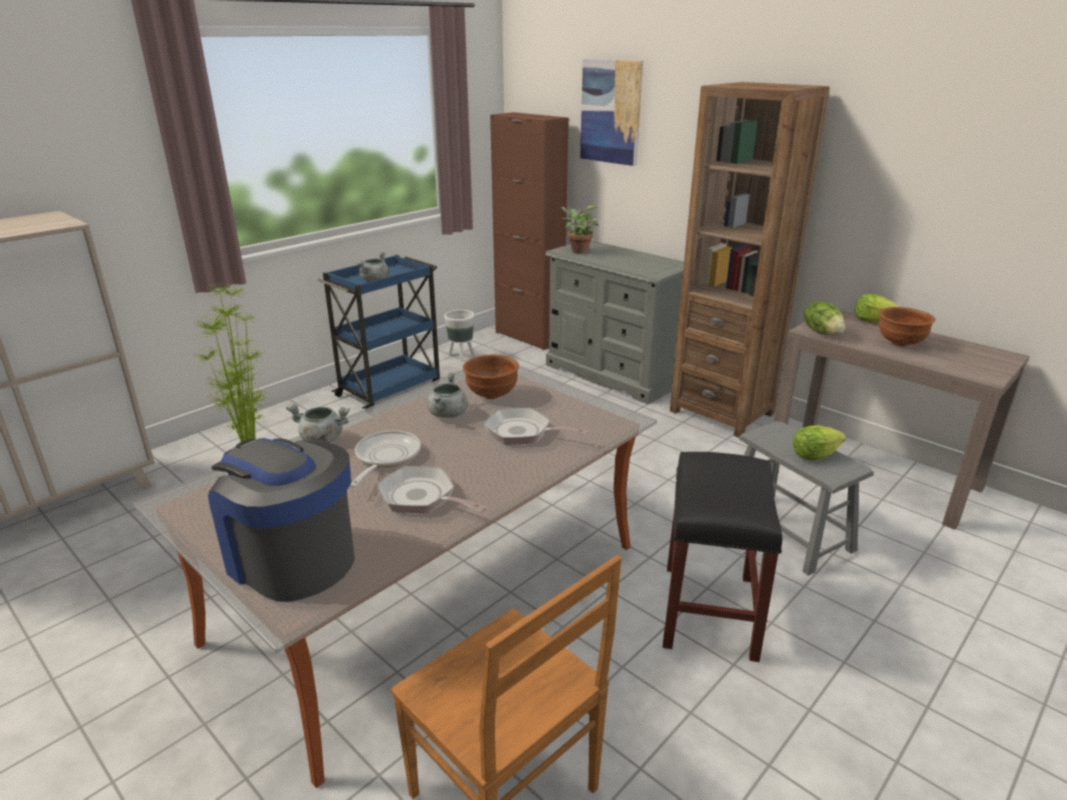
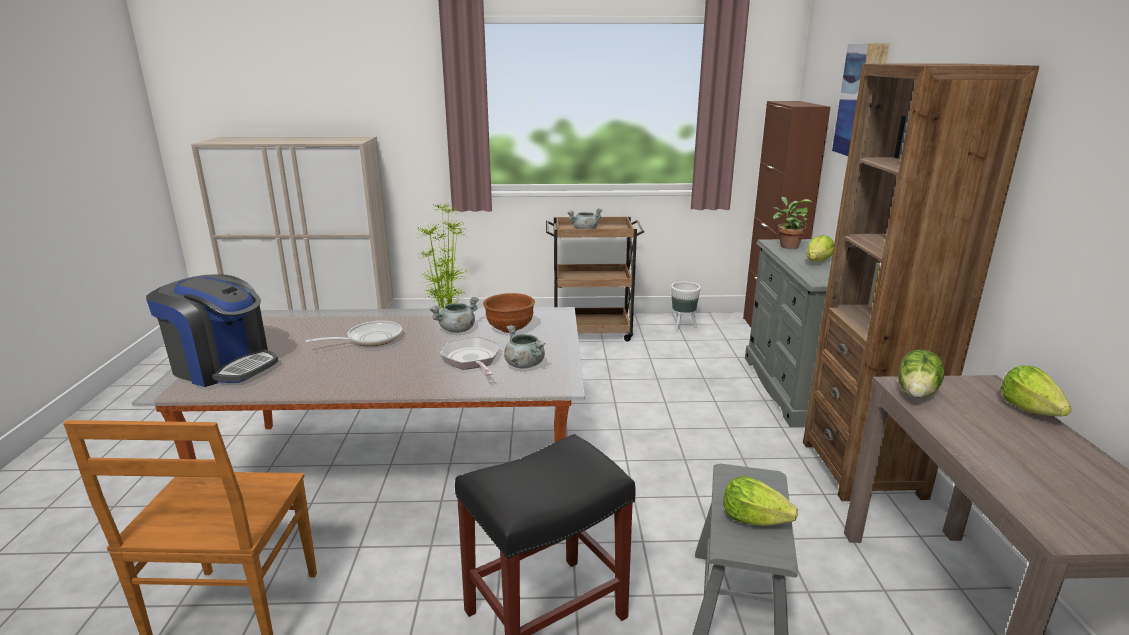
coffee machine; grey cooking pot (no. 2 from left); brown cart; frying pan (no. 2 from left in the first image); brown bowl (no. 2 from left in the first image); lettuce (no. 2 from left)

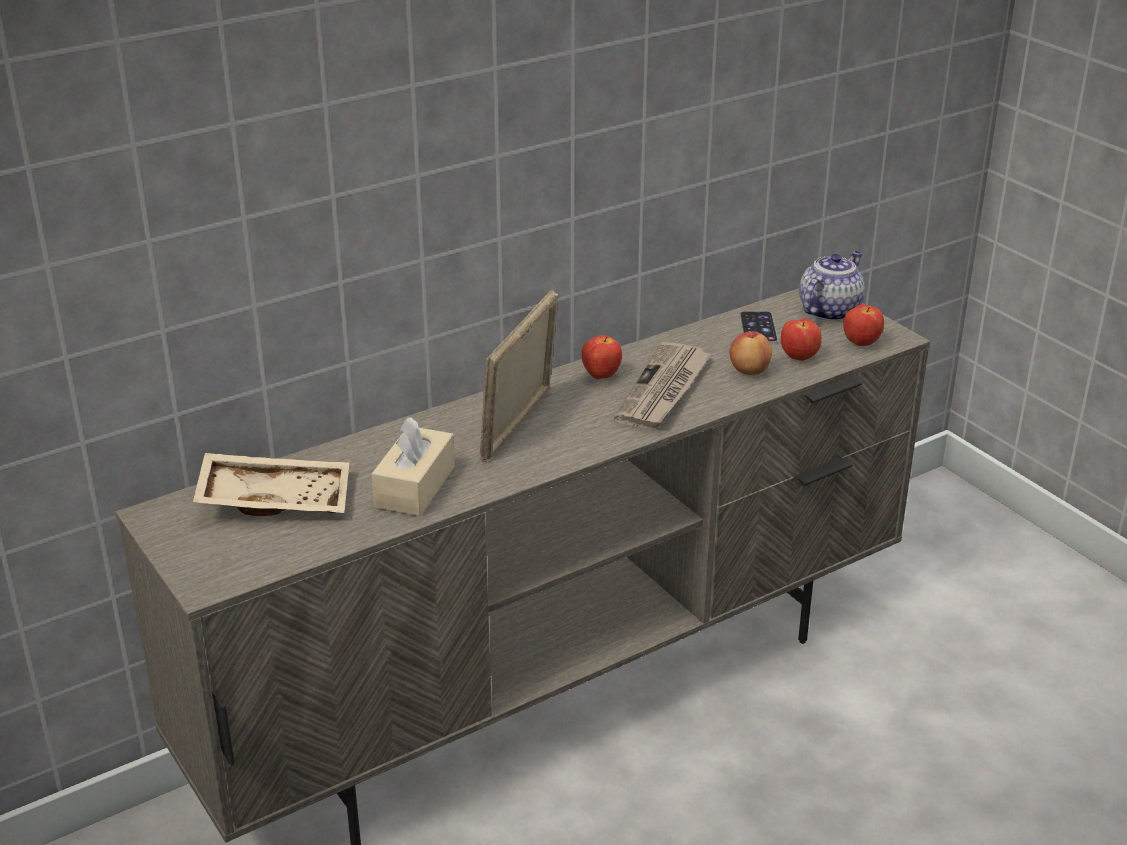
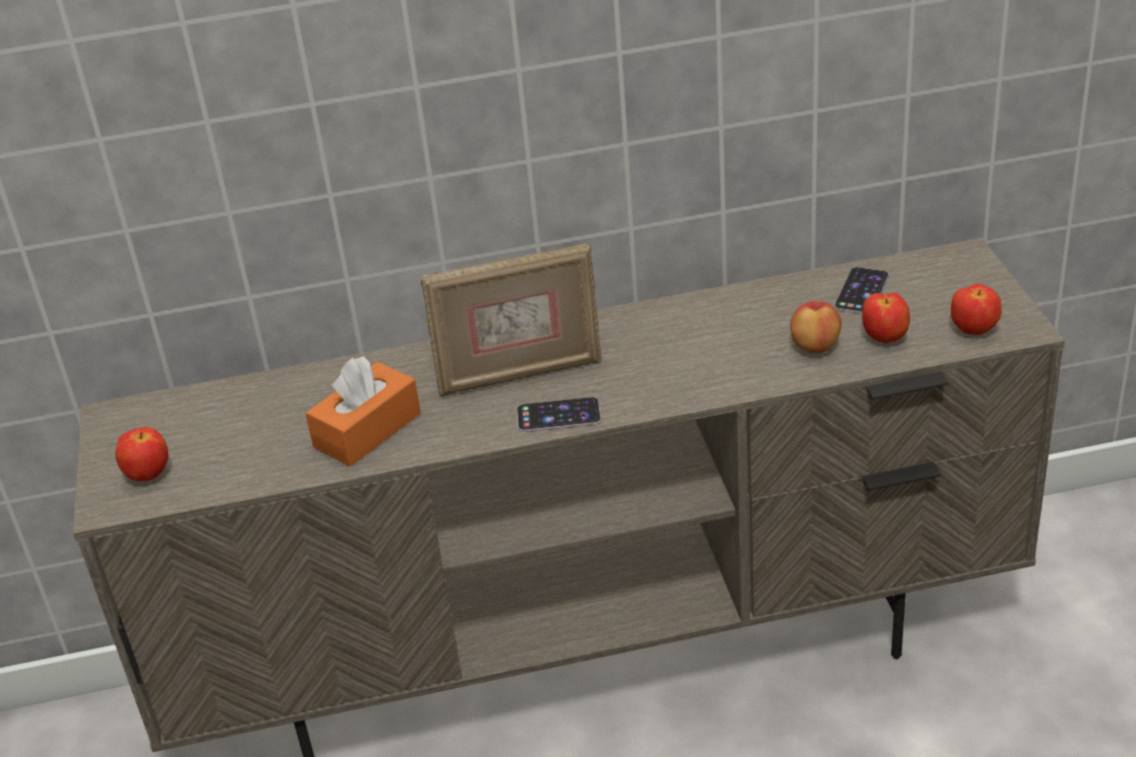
beige tray; orange tissue box; picture frame; apple (no. 1 from left); newspaper; teapot; phone (no. 1 from left)

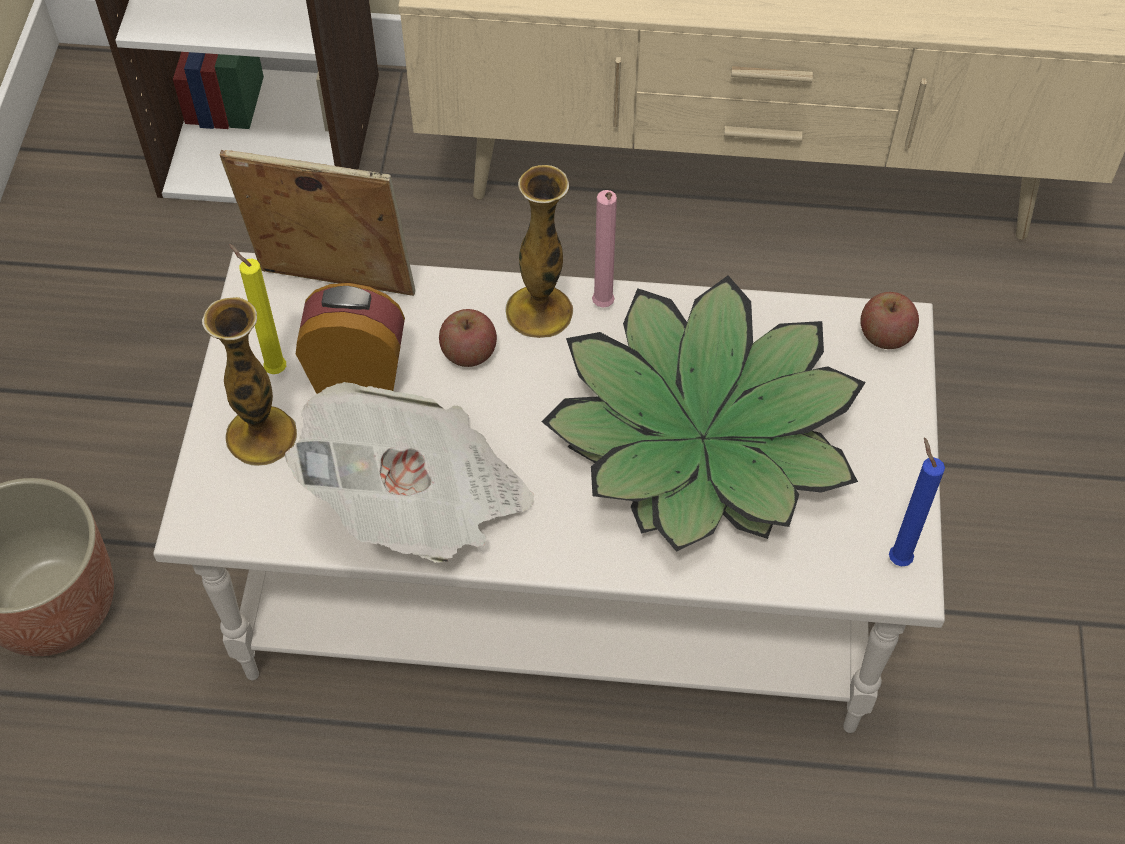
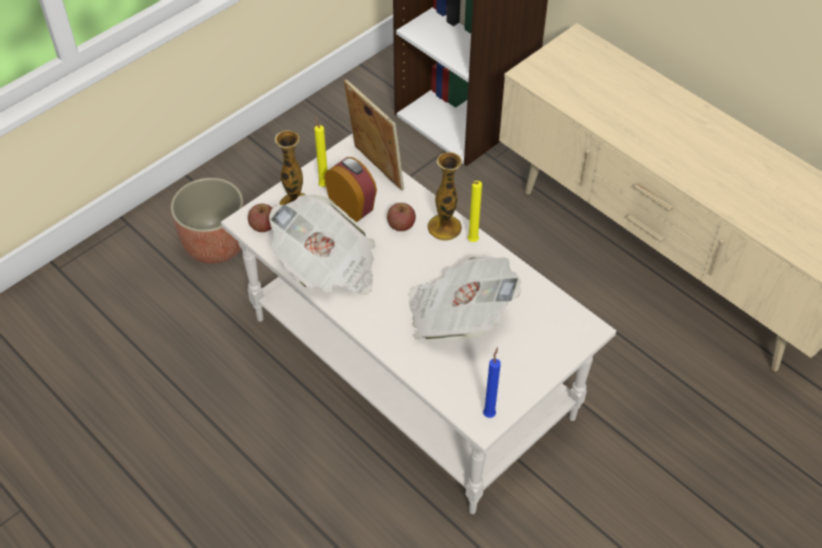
newspaper (no. 2 from left); yellow candle (no. 2 from left); apple (no. 1 from left)

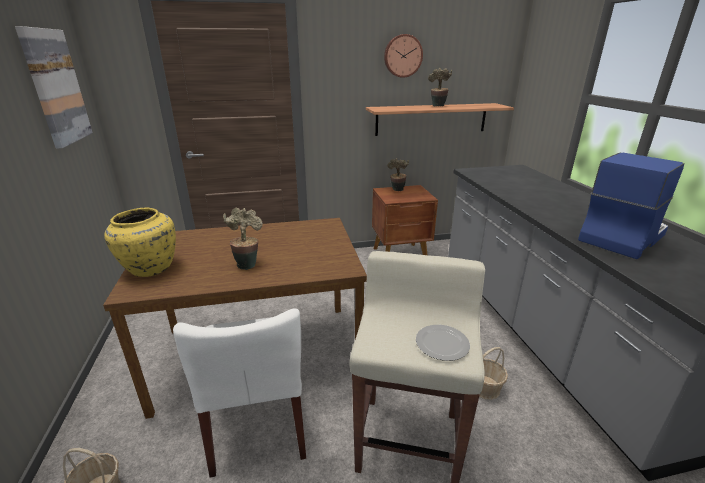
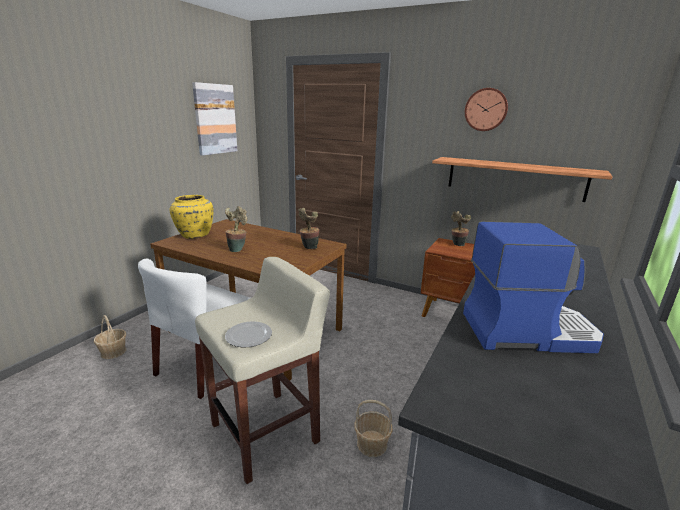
potted plant (no. 2 from left)

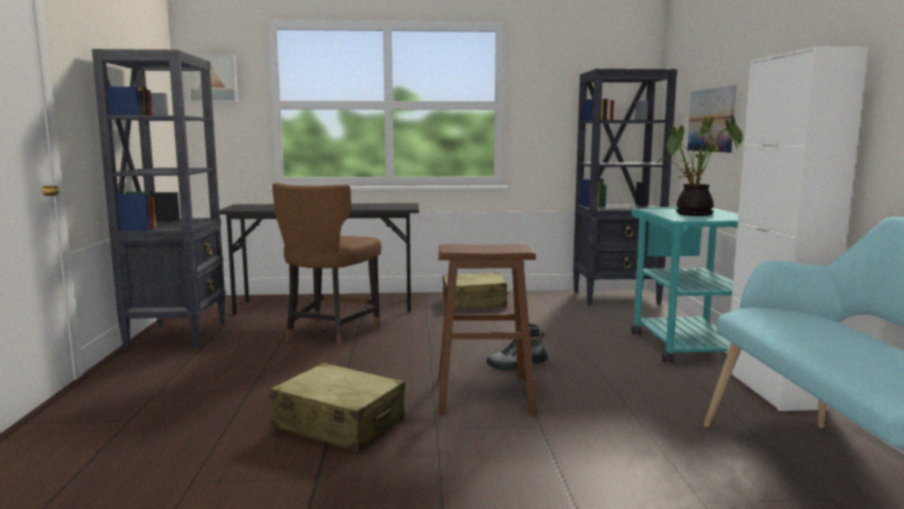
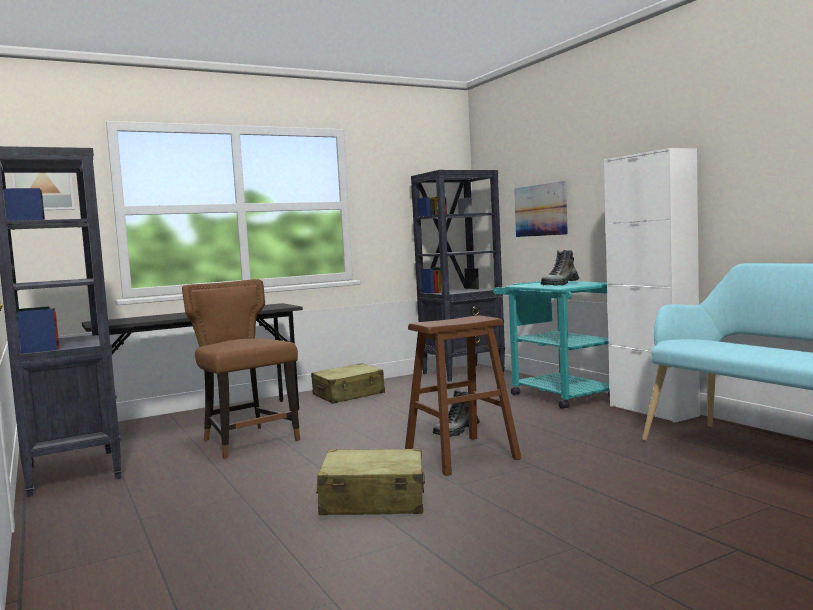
brown chair; boot (no. 2 from left)

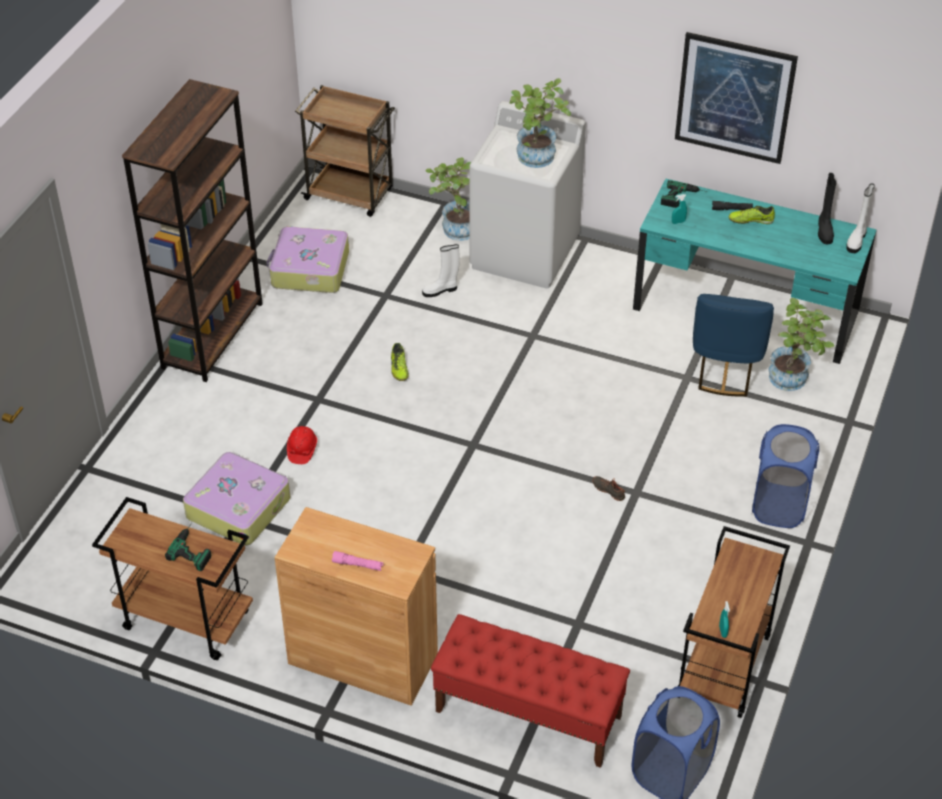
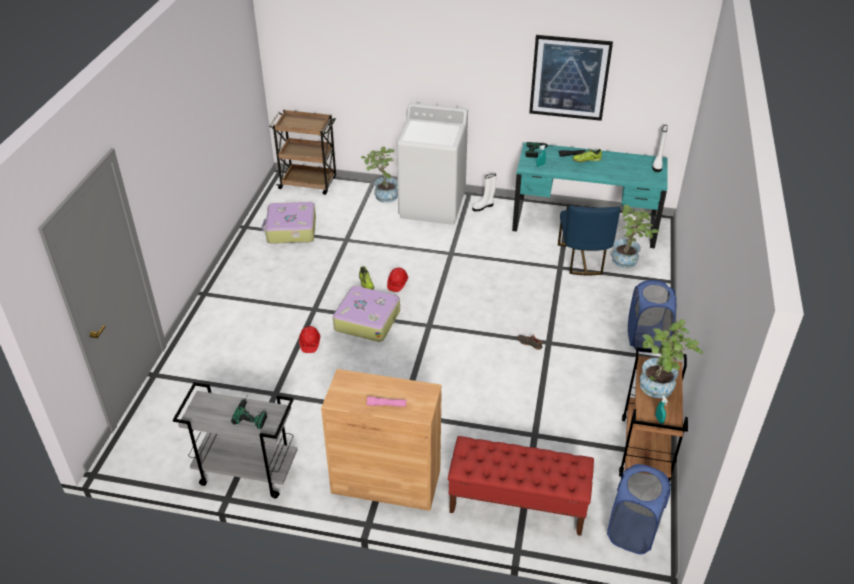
grey cart; brown bookcase; suitcase (no. 2 from left); white boot (no. 1 from left); potted plant (no. 3 from left); black boot; red hard hat (no. 2 from left)

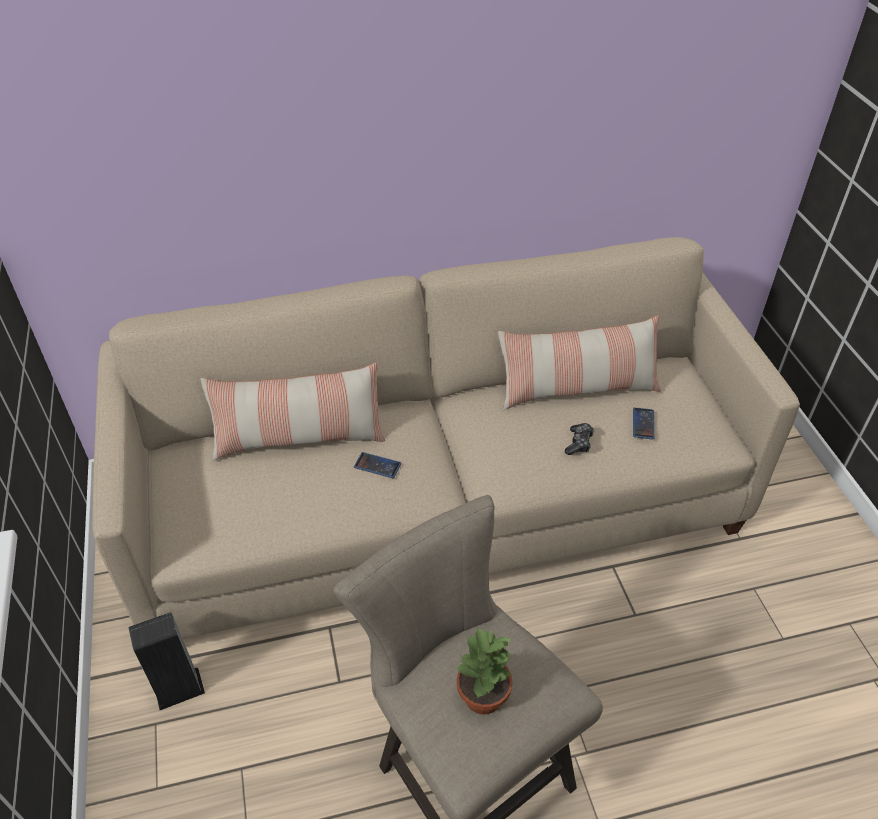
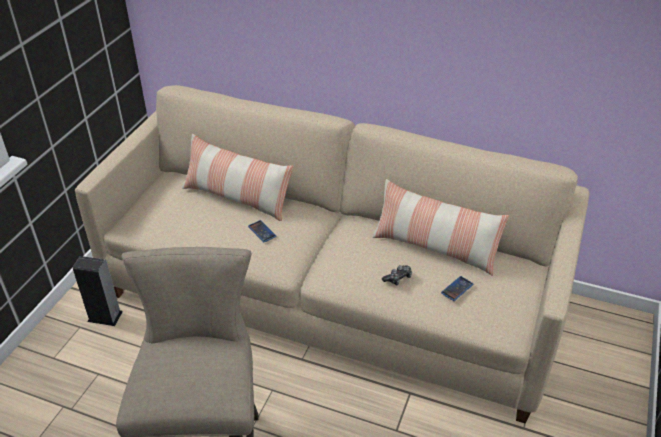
potted plant

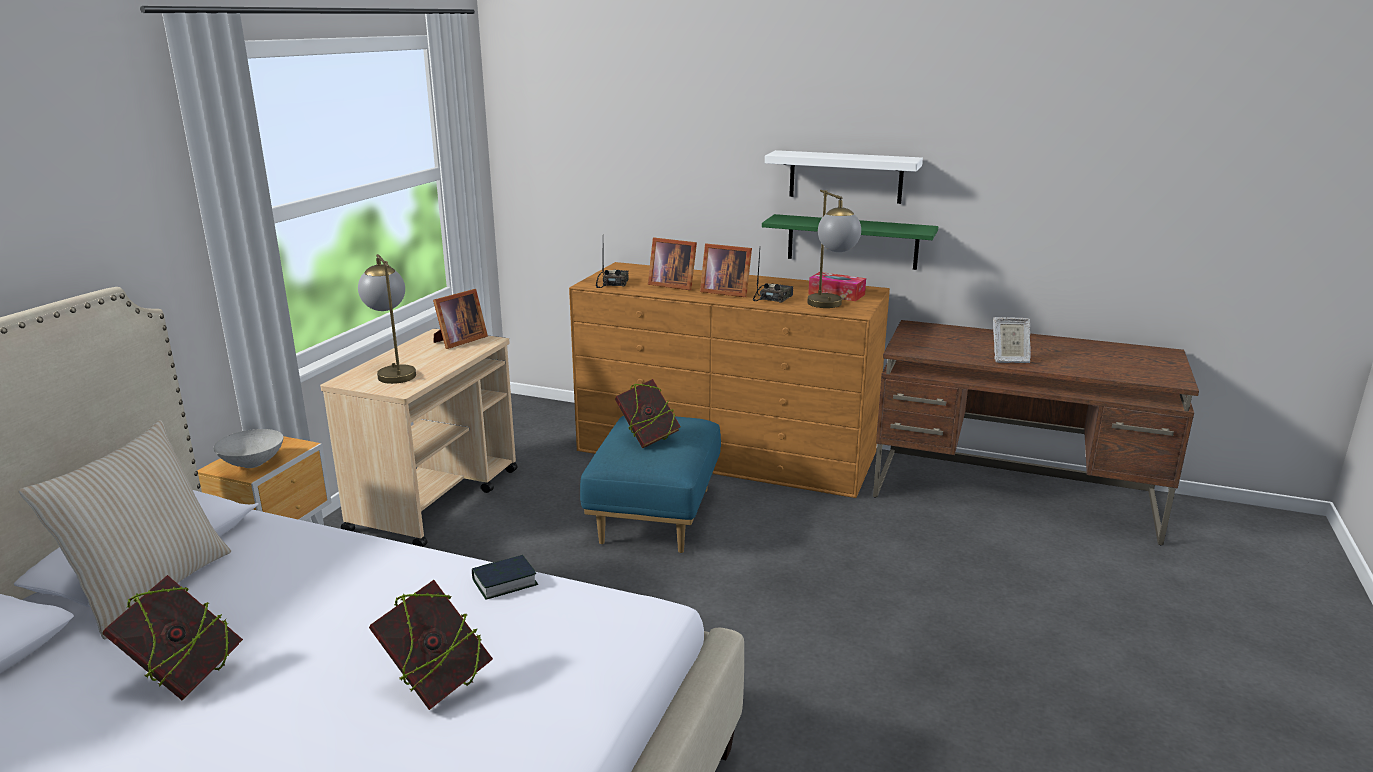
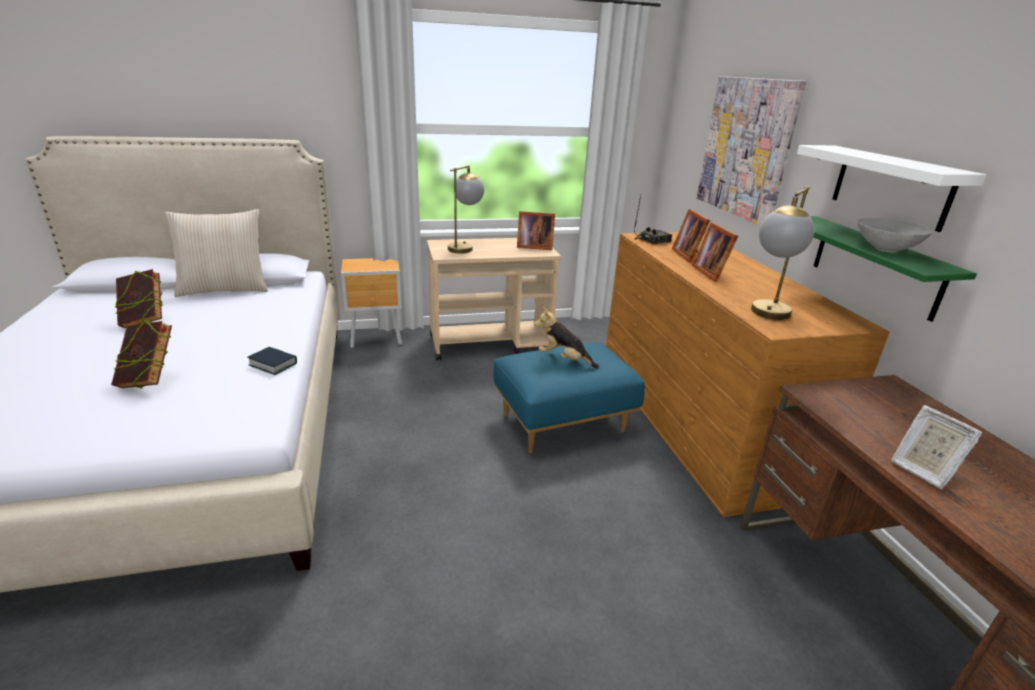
grey bowl; plush toy; radio (no. 2 from left in the first image); tissue box; picture

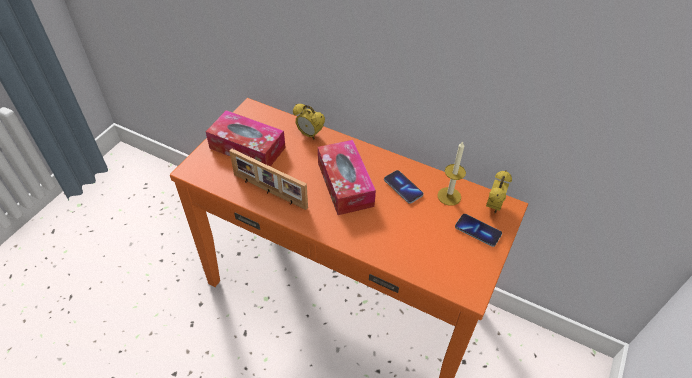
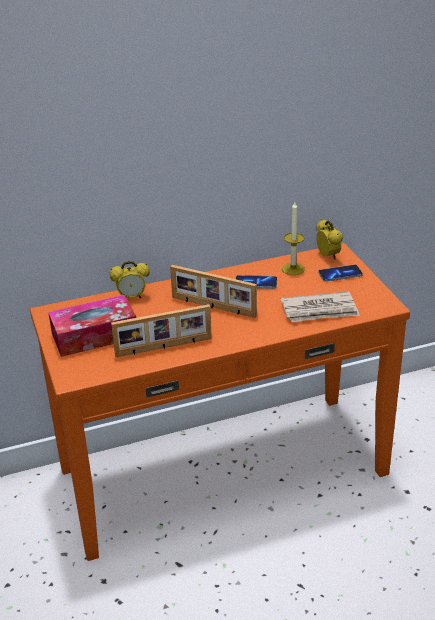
picture frame (no. 2 from left); newspaper

